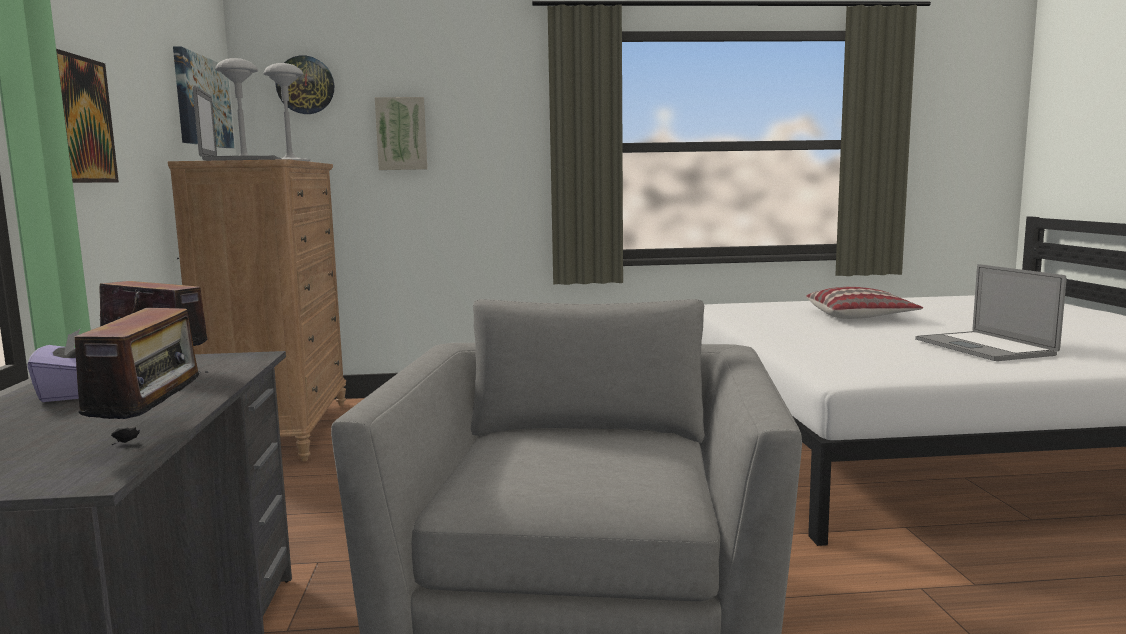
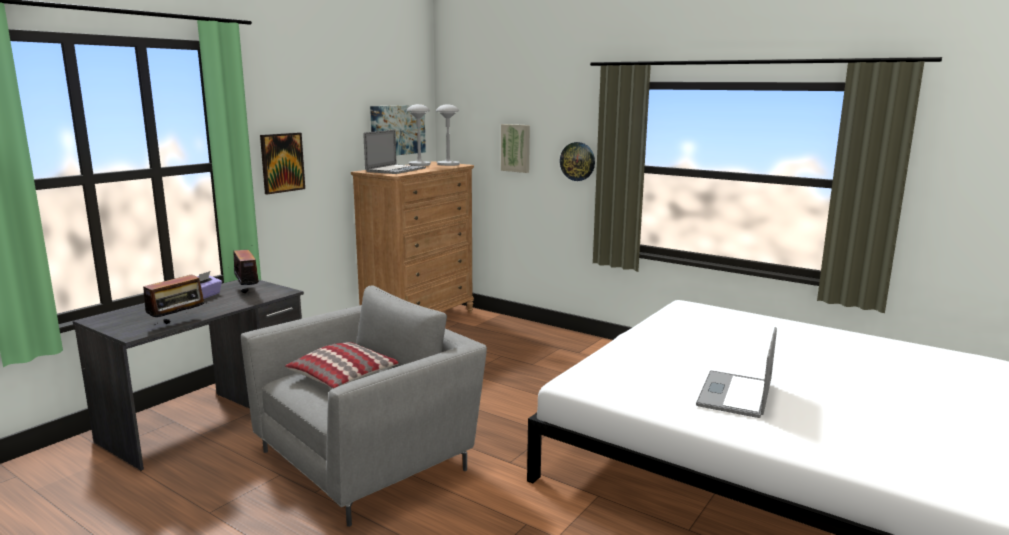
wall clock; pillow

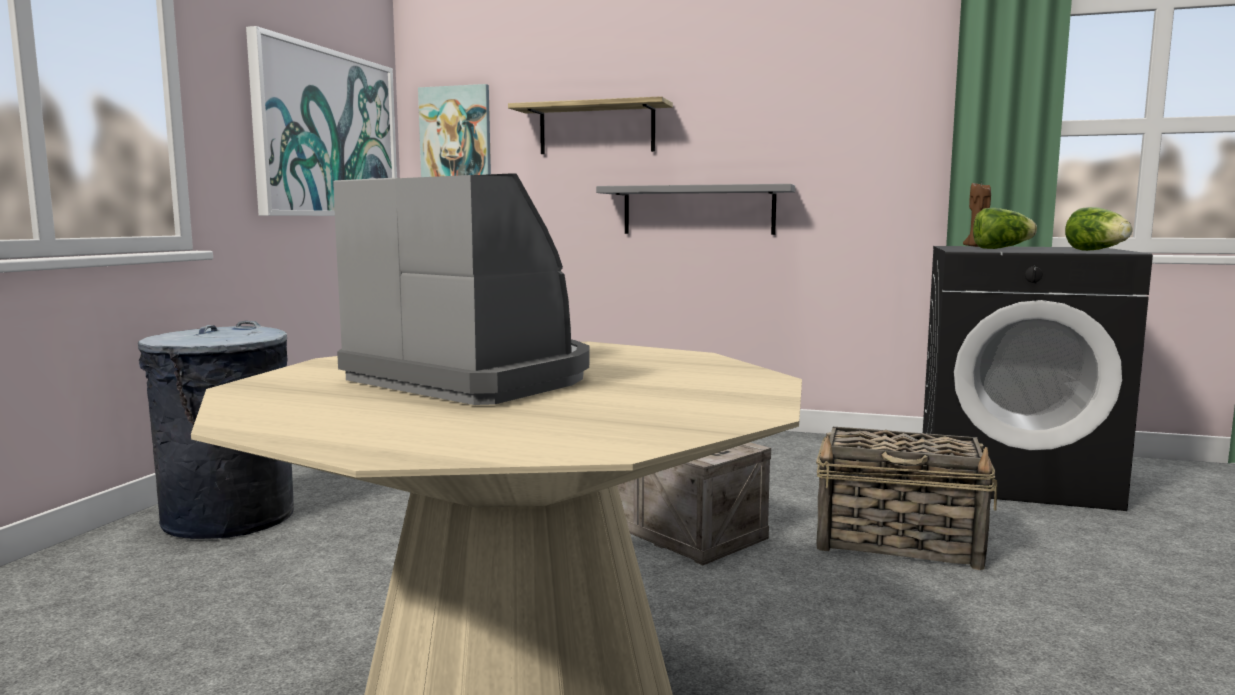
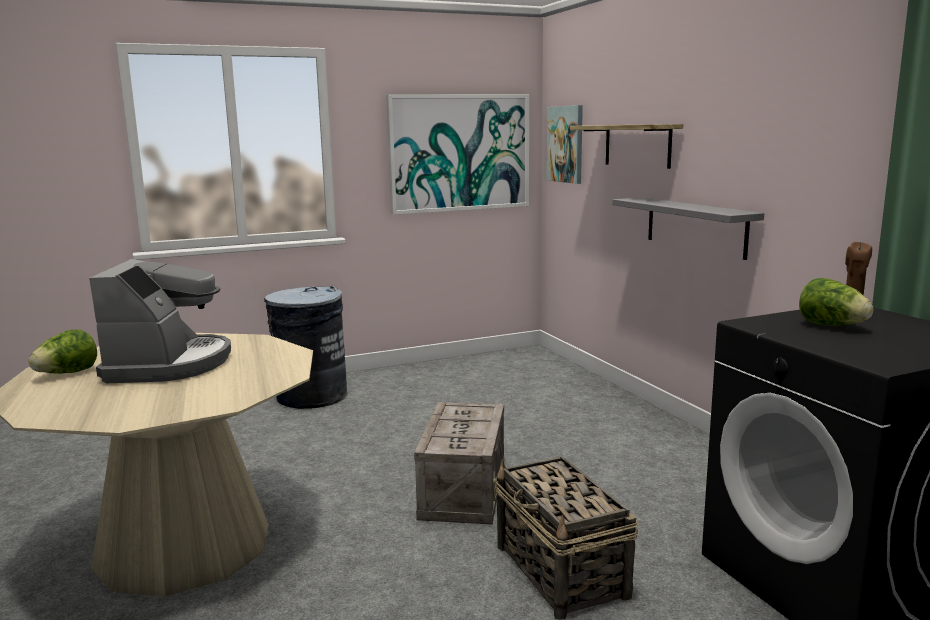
lettuce (no. 1 from left)

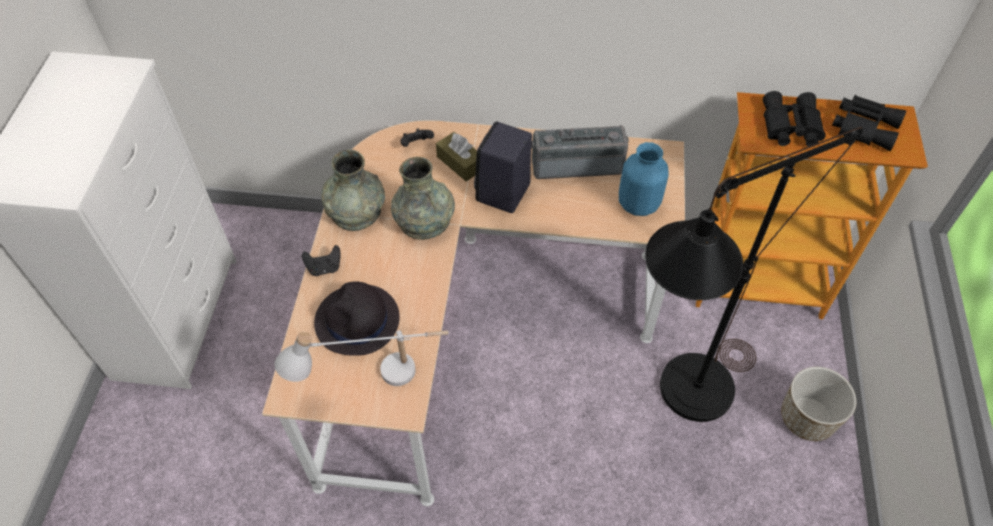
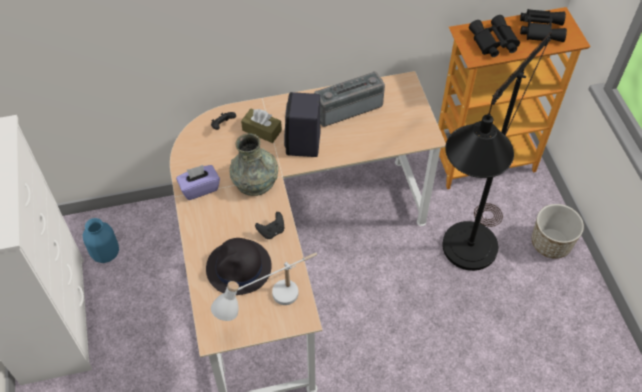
black game controller (no. 2 from left); purple tissue box; blue vase

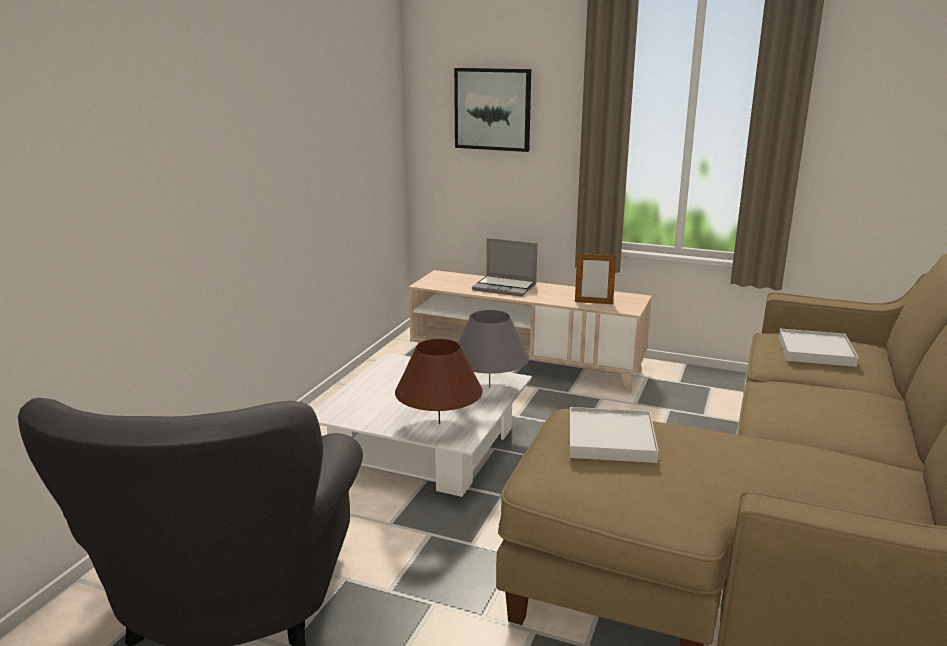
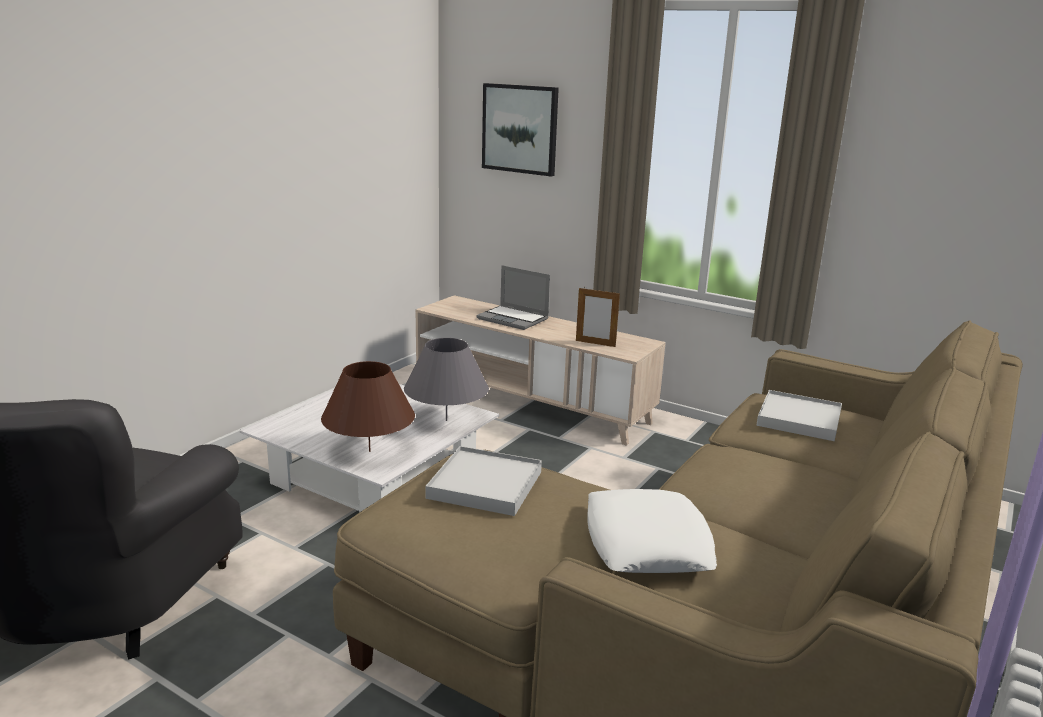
white pillow

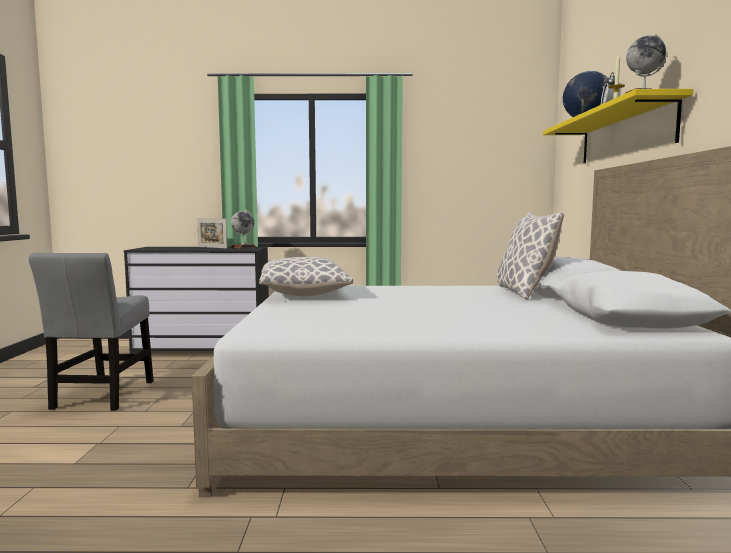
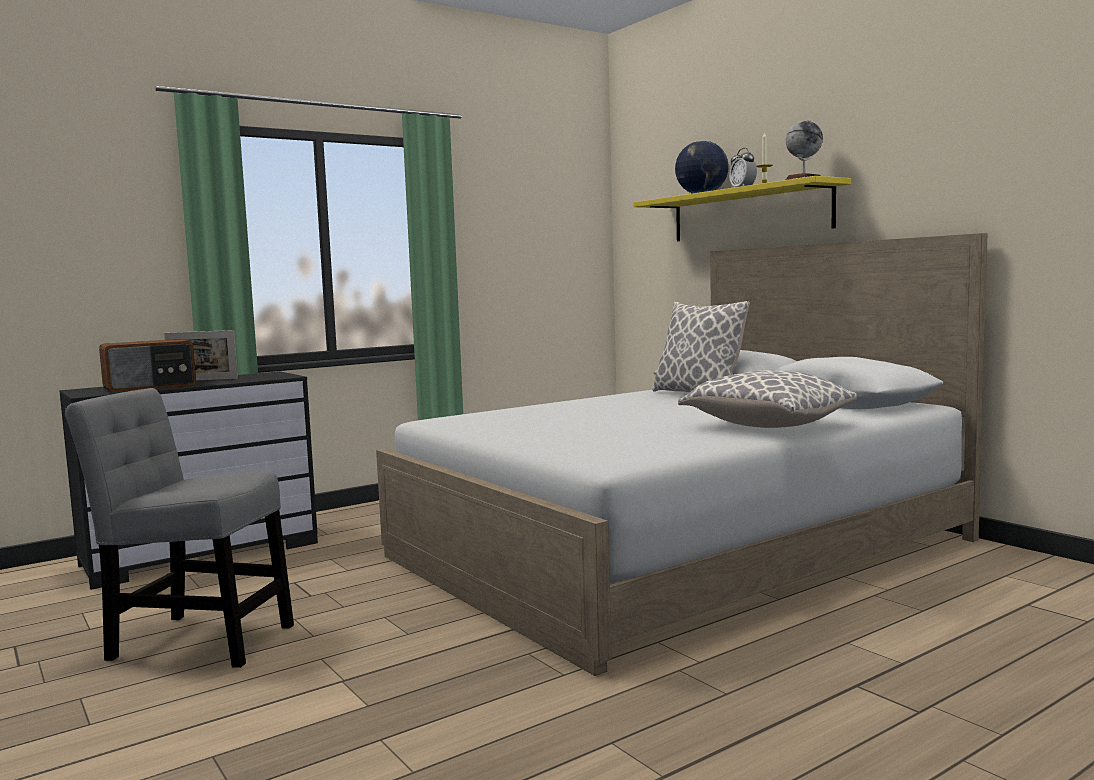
grey chair; globe (no. 1 from left in the first image); pillow (no. 2 from left); radio

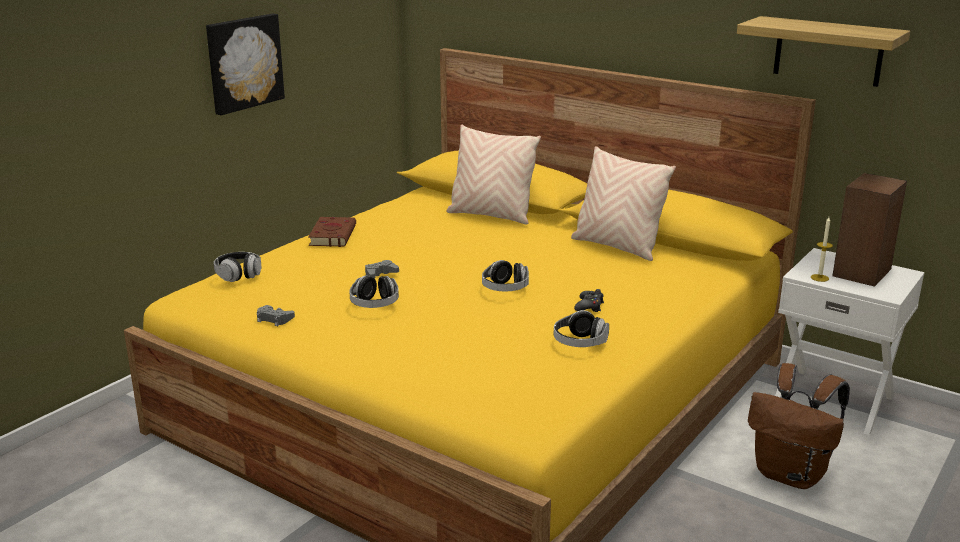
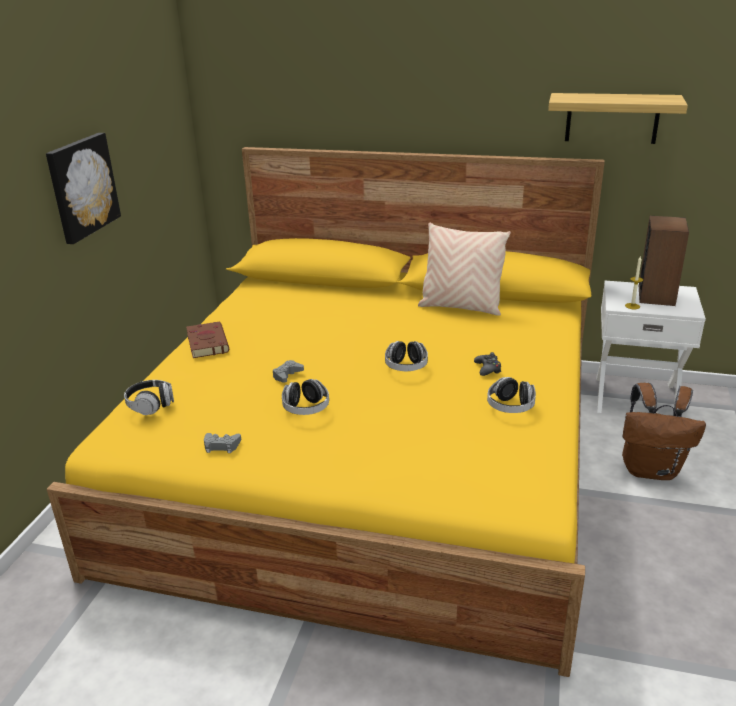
beige pillow (no. 1 from left in the first image)

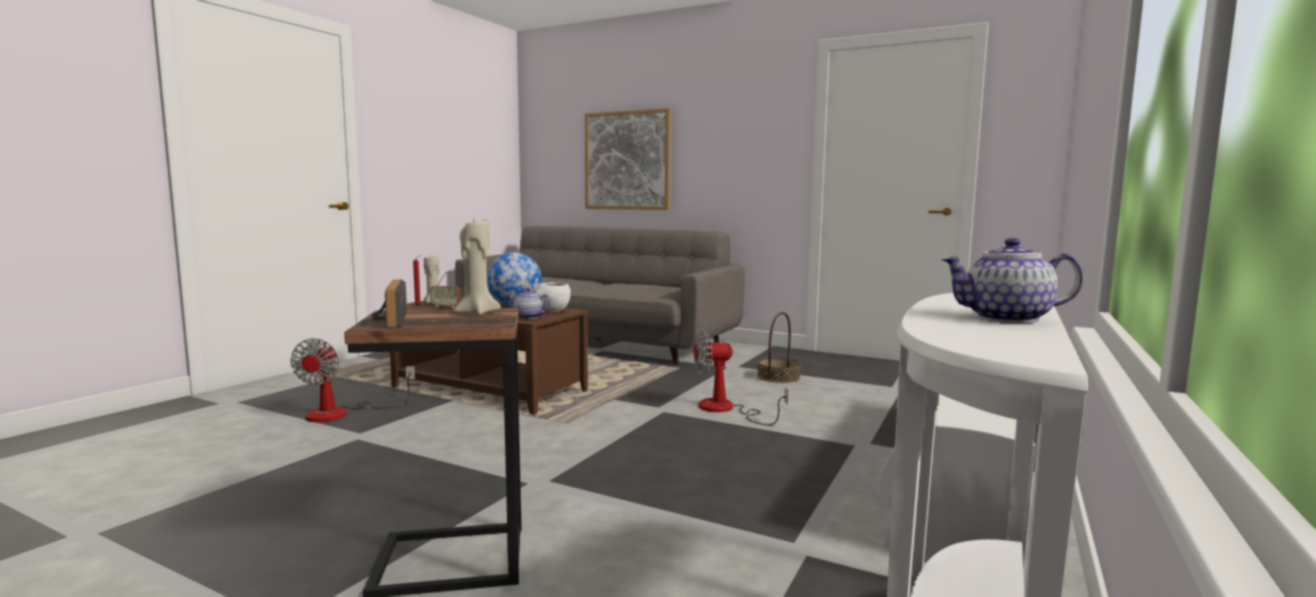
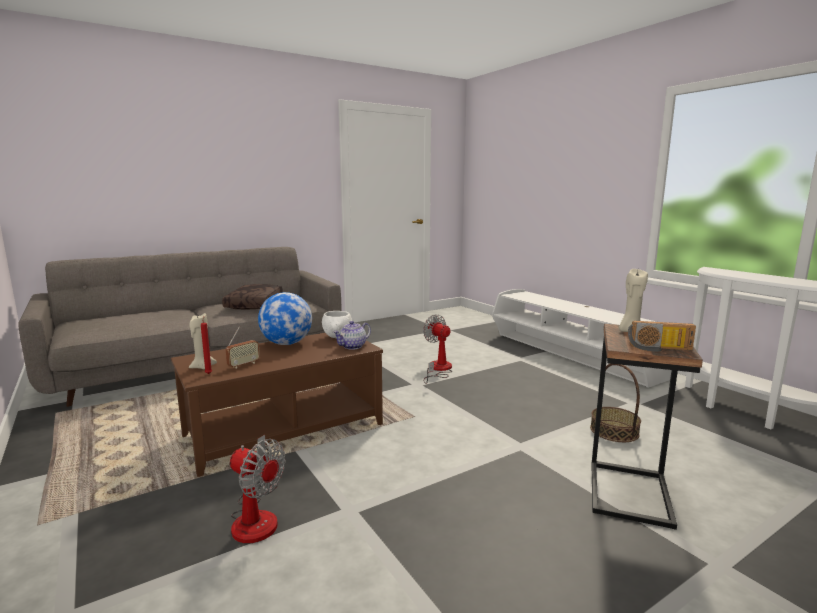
picture; fan (no. 2 from left); basket; teapot (no. 2 from left in the first image); brown pillow

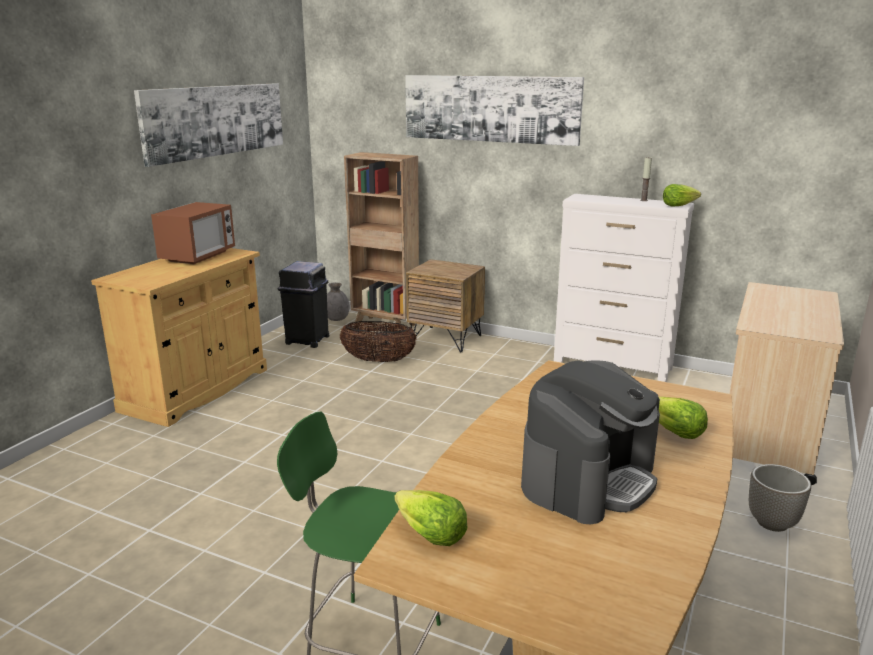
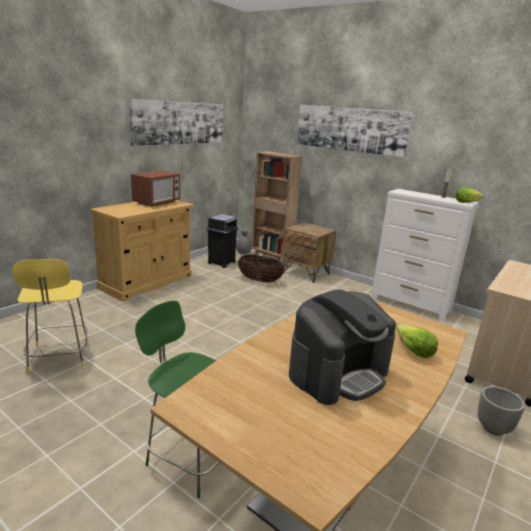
lettuce (no. 1 from left in the first image); yellow stool

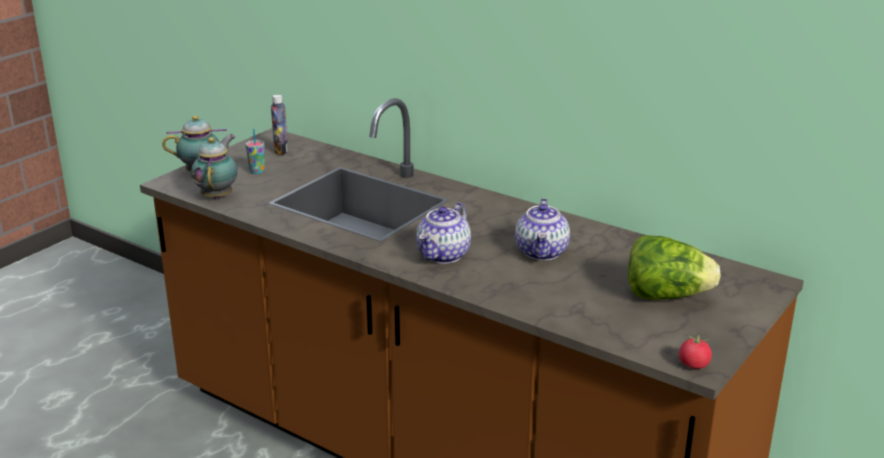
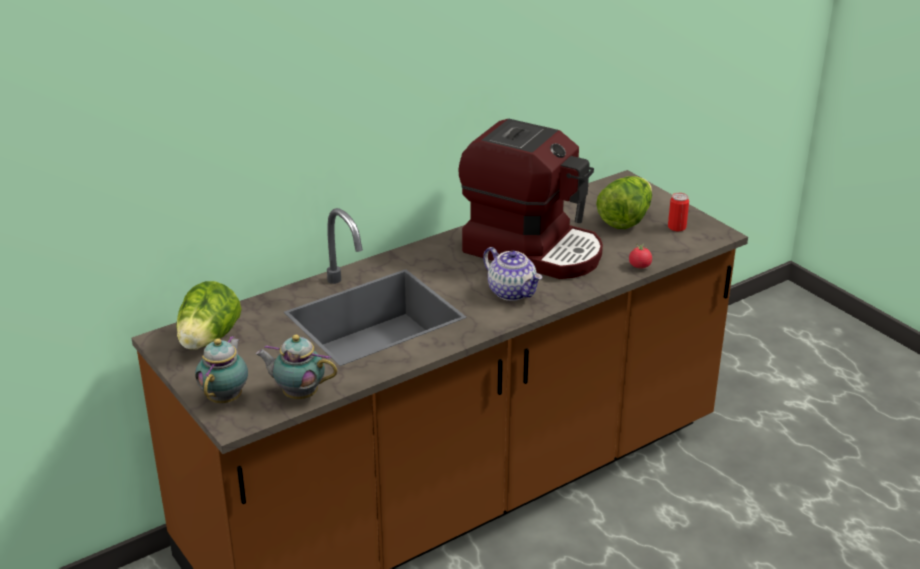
cup; lettuce (no. 1 from left); coffee machine; tomato; can

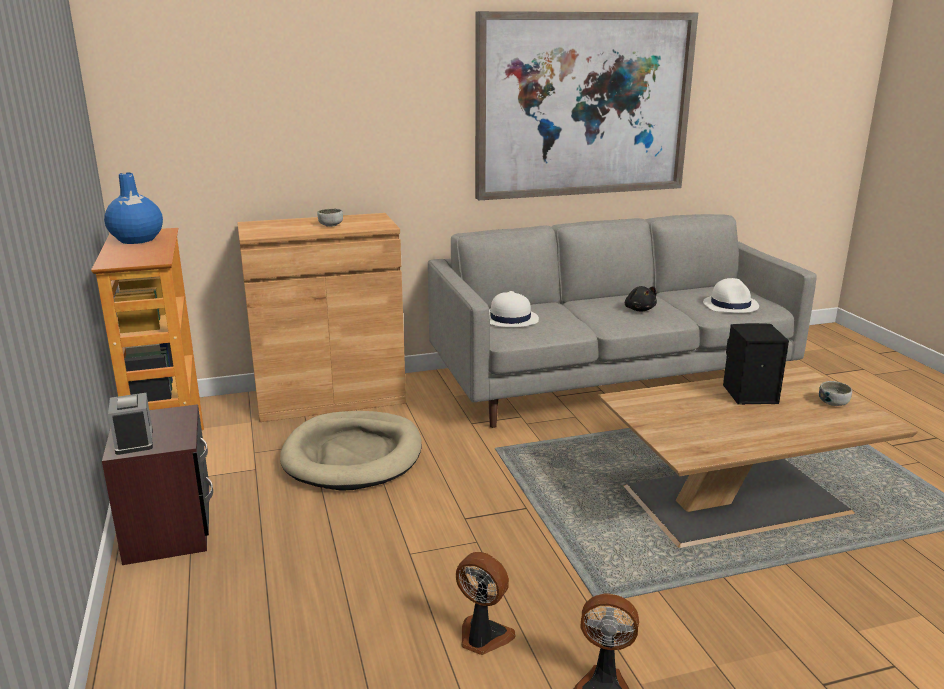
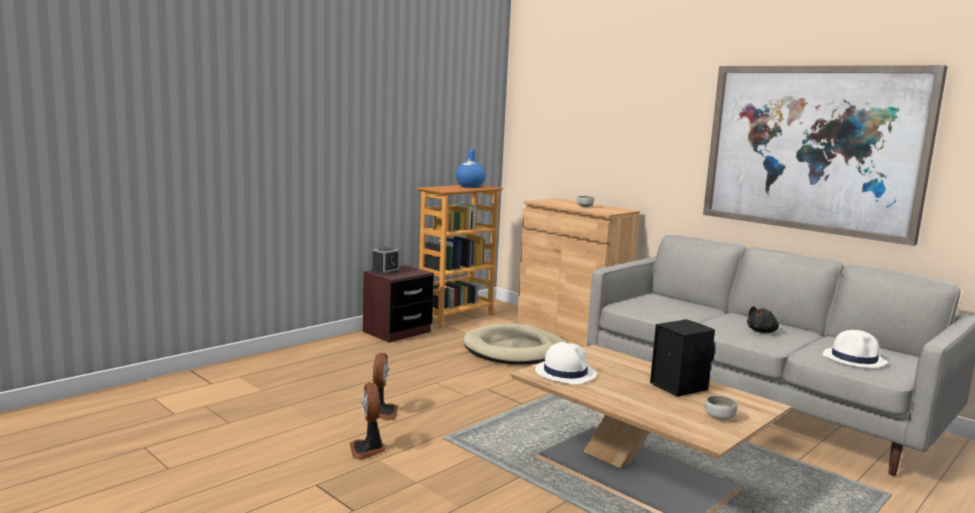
white hat (no. 1 from left)

